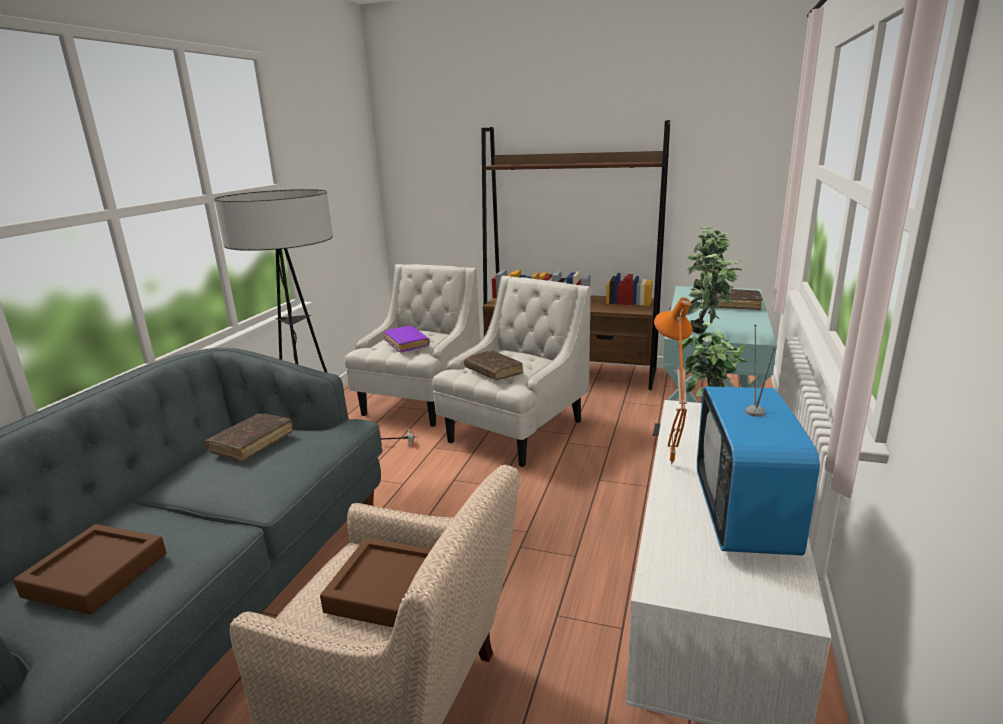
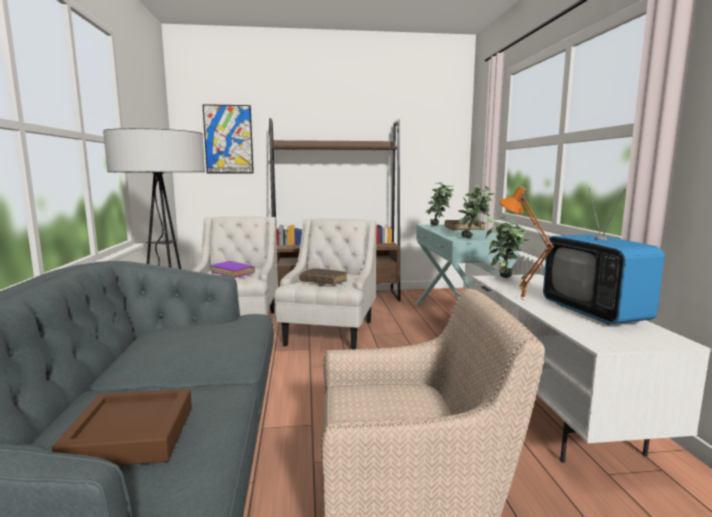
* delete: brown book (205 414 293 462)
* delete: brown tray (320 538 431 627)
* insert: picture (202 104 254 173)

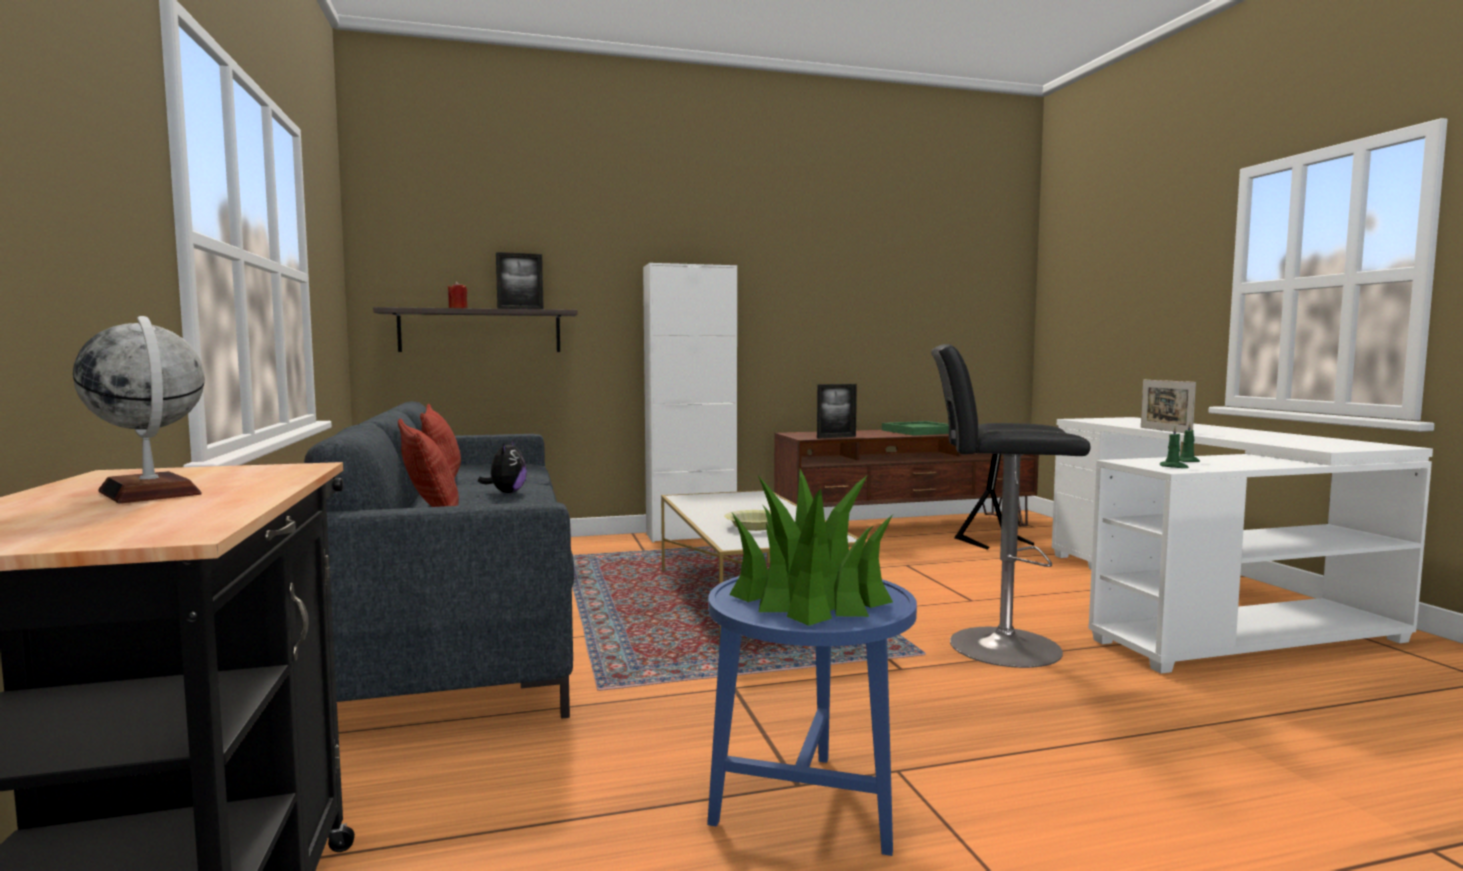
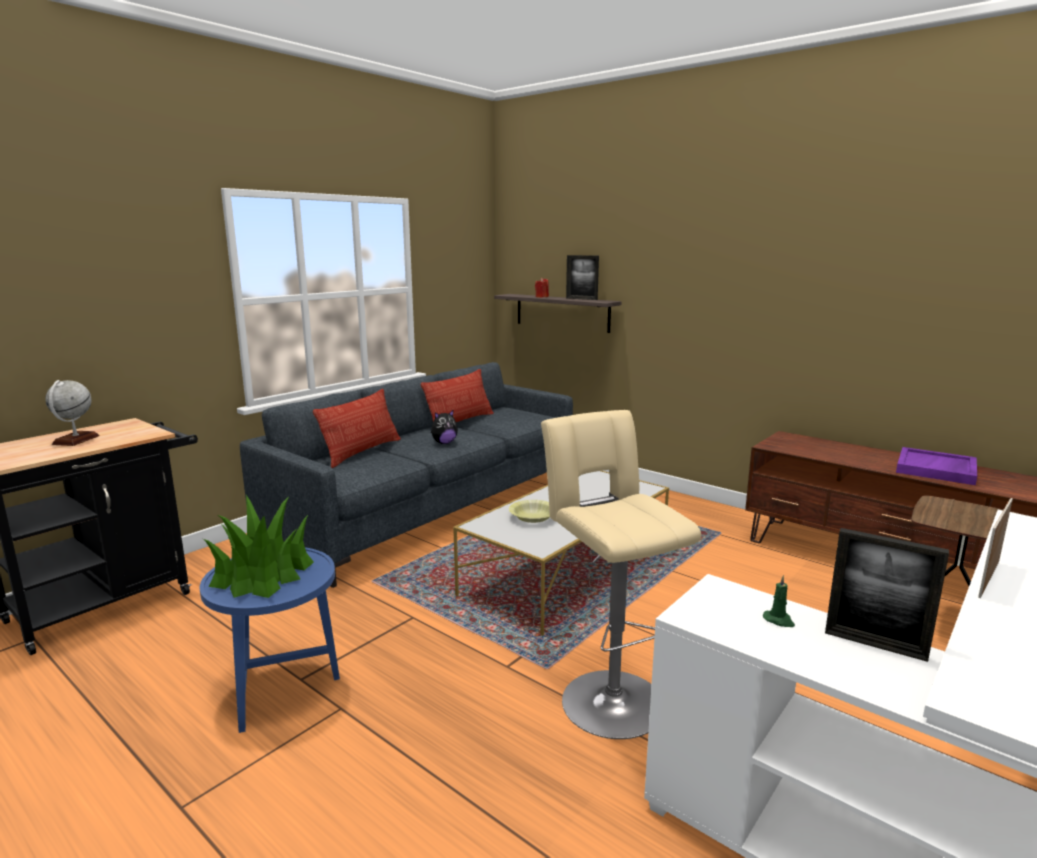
* delete: white cabinet (643 263 737 542)
* move: picture frame (817 384 857 438) to (825 528 949 662)
* recolor: green tray (882 421 949 436) to purple tray (896 447 977 485)
* recolor: black stool (931 344 1091 668) to beige stool (541 410 701 739)
* delete: green candle (1160 425 1189 468)

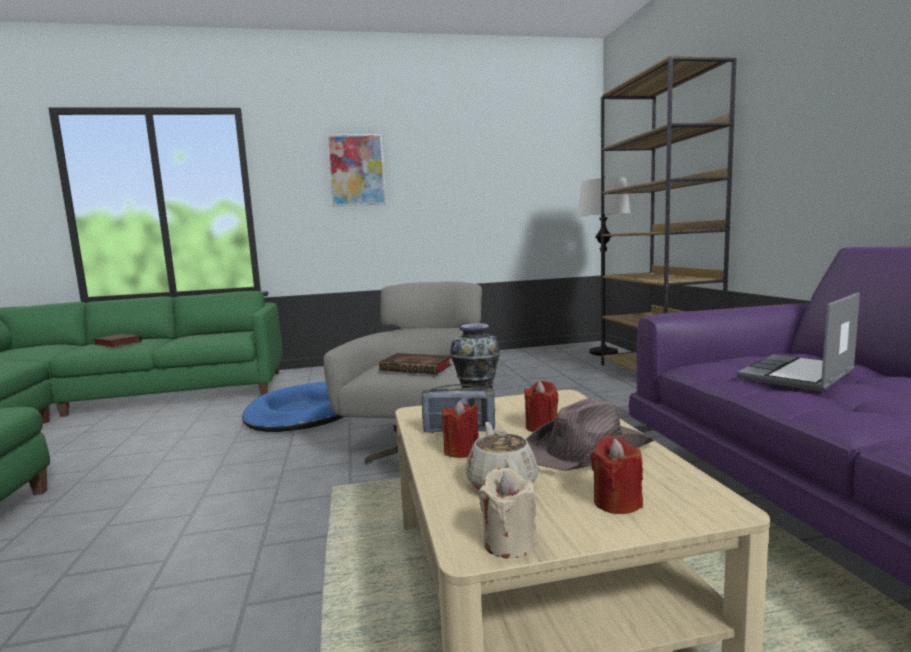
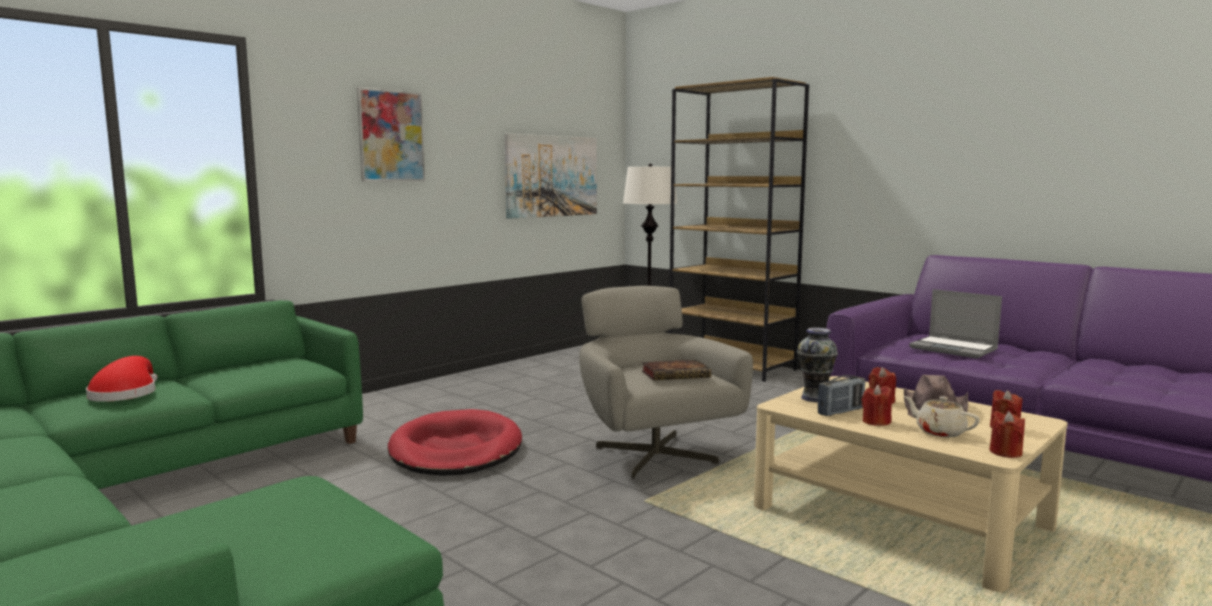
* replace: book (93 334 142 347) to red hat (86 356 158 402)
* recolor: blue dog bed (242 382 343 432) to red dog bed (388 409 522 476)
* recolor: beige candle (479 468 538 559) to red candle (989 411 1025 458)
* rotate: laptop (737 293 860 392) = (909 289 1002 359) 60 degrees counterclockwise
* insert: picture (504 134 597 219)

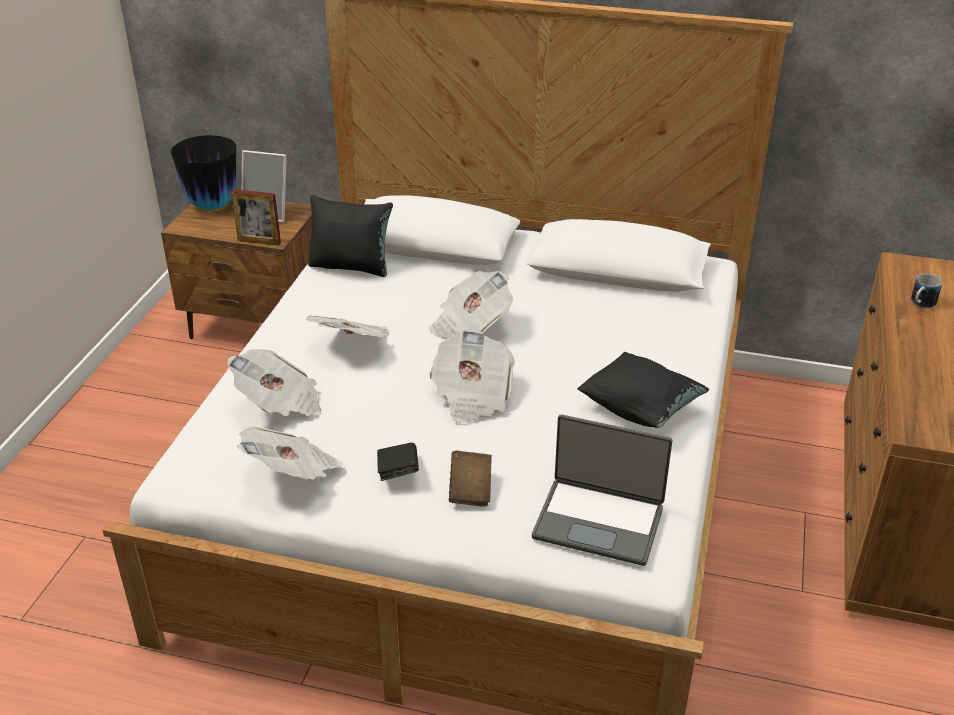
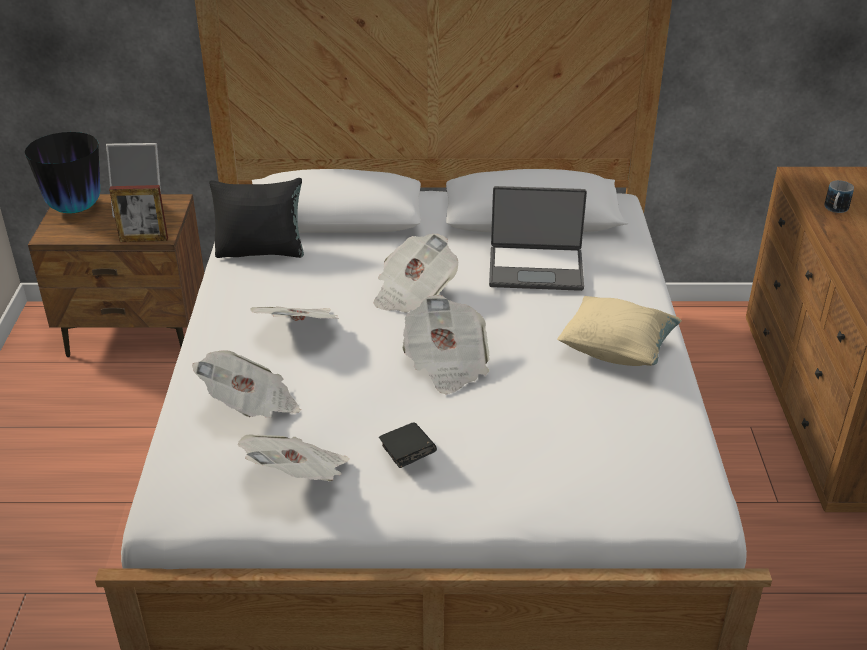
* delete: brown book (449 451 492 506)
* move: laptop (532 415 673 566) to (489 186 587 291)
* recolor: black pillow (577 352 709 428) to beige pillow (557 296 682 366)

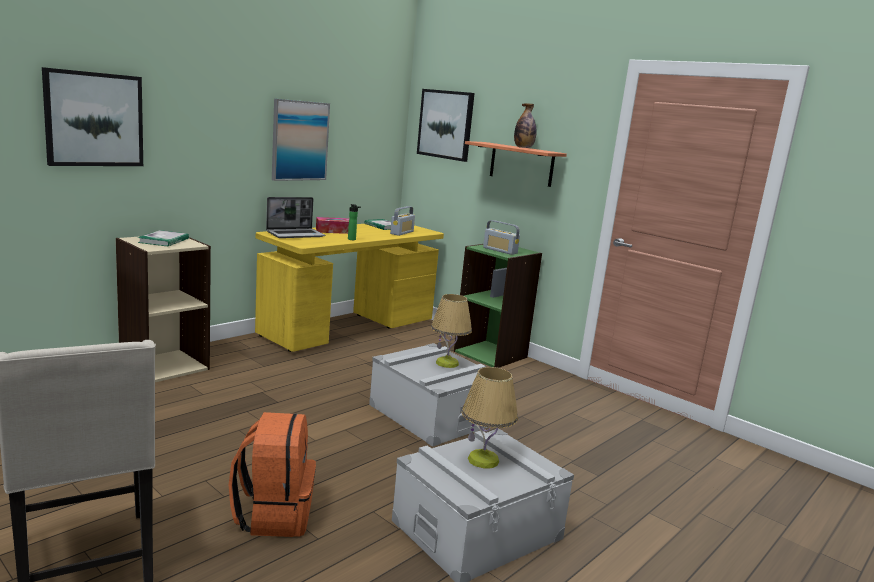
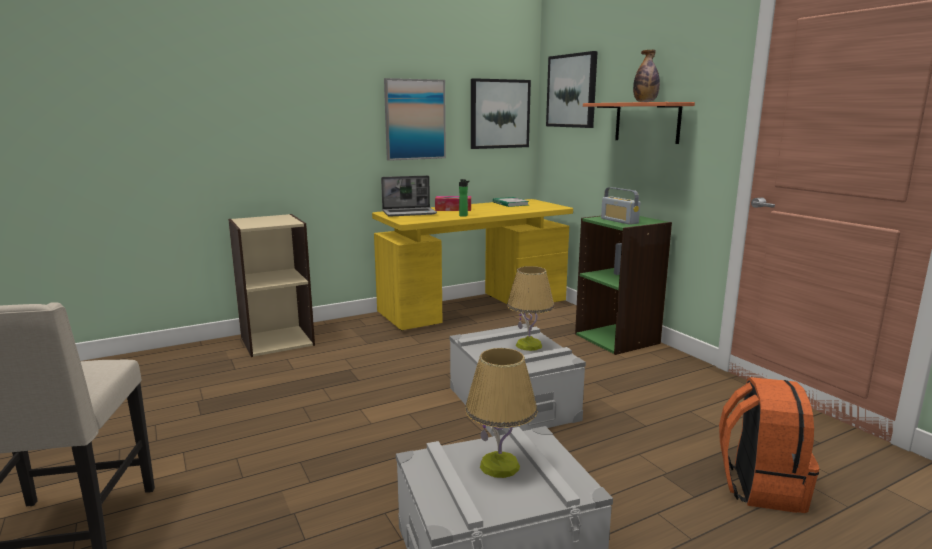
* move: picture (42 67 143 166) to (471 78 531 149)
* delete: book (138 230 189 247)
* move: orange backpack (229 412 316 537) to (719 377 819 513)
* delete: radio (390 206 415 236)

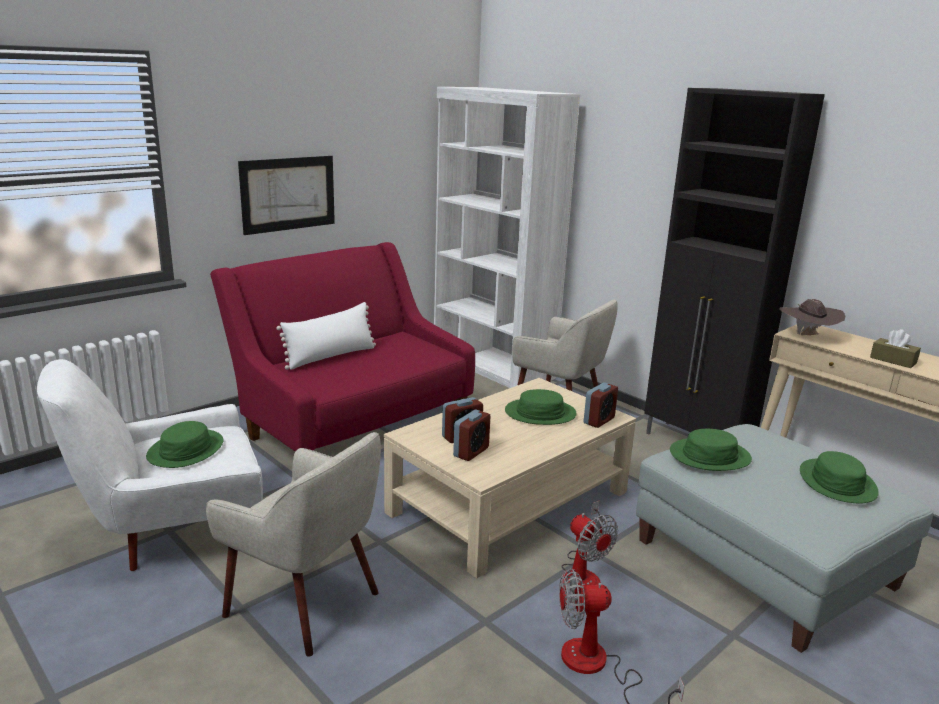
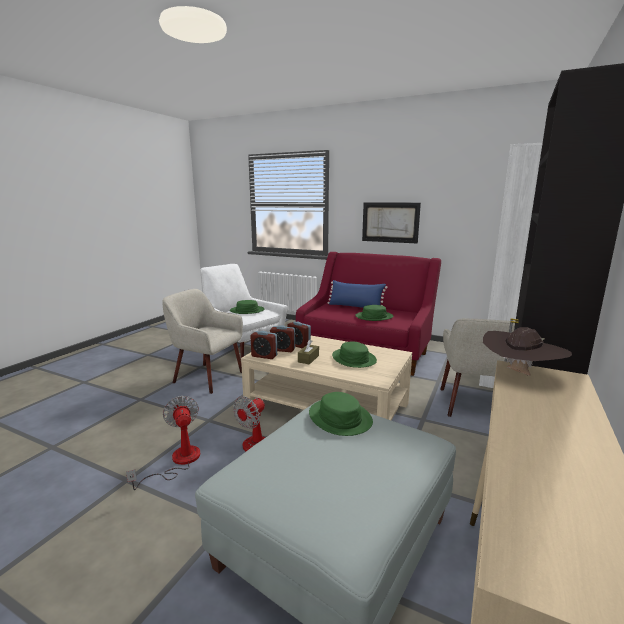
* rotate: beige armchair (206 432 381 657) = (162 289 243 394) 105 degrees clockwise
* recolor: white pillow (276 302 376 370) to blue pillow (327 280 388 308)
* move: alarm clock (583 382 618 428) to (251 331 277 359)
* move: green hat (800 451 879 504) to (355 305 393 321)
* move: brown tissue box (870 329 921 368) to (298 340 319 365)

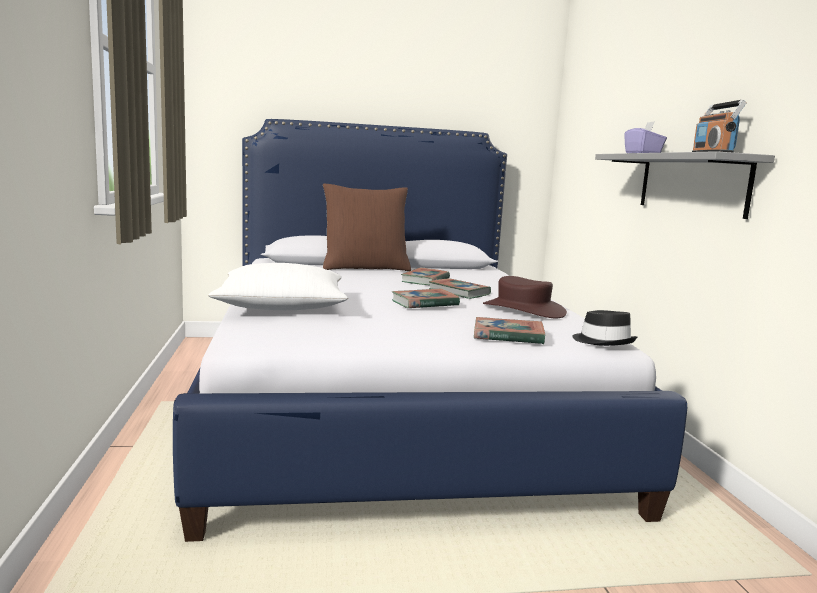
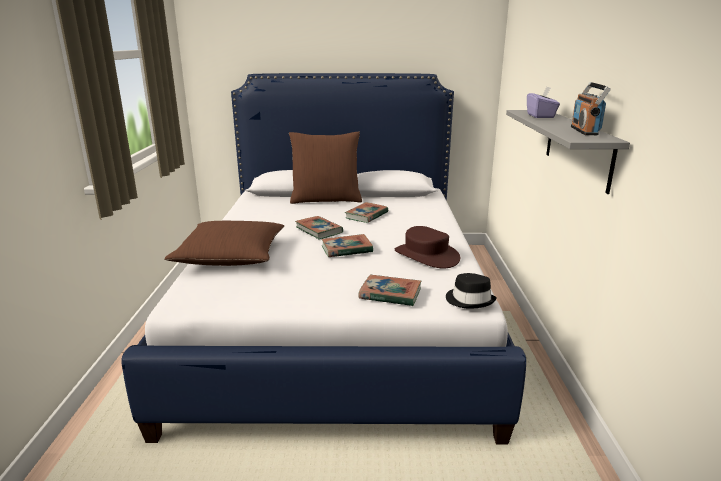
* recolor: white pillow (208 263 348 310) to brown pillow (164 221 284 266)
* move: book (429 278 491 299) to (295 216 343 239)

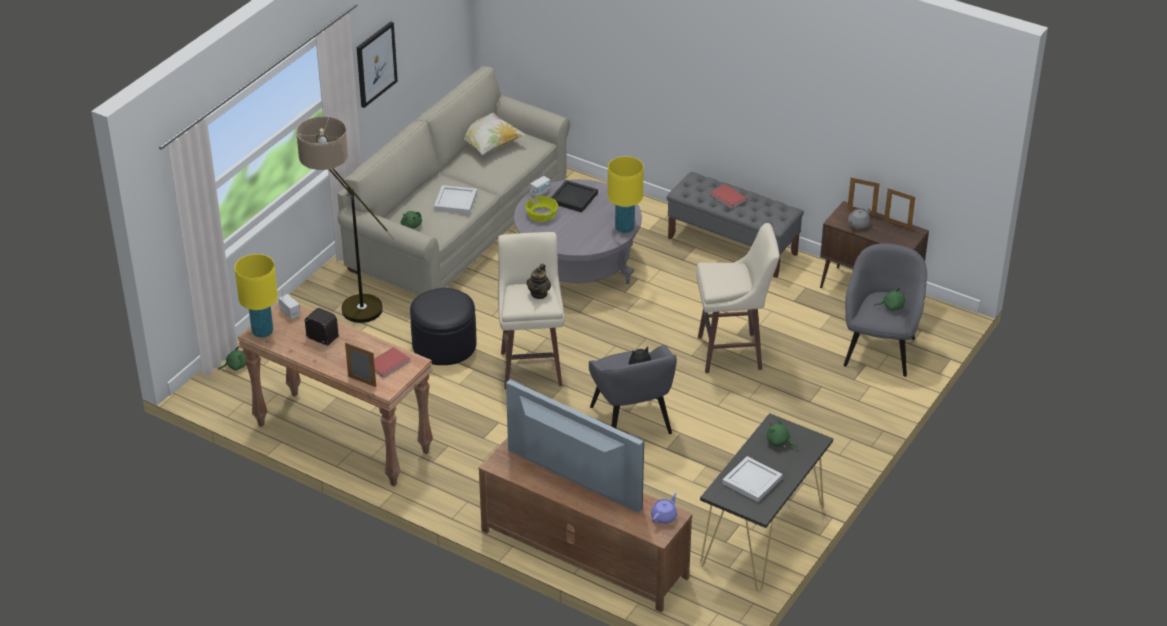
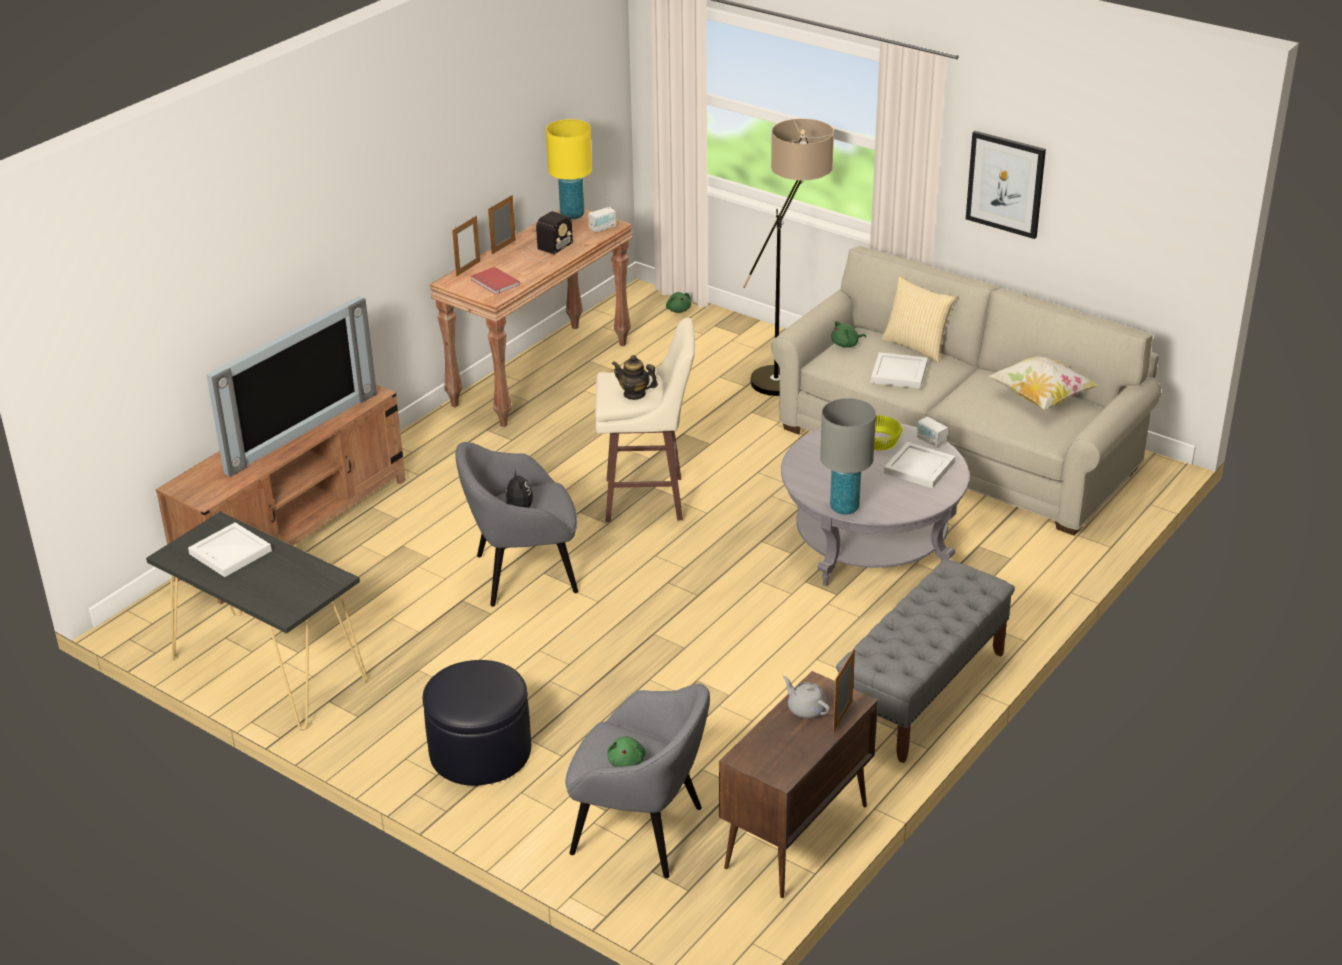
* move: black ottoman (410 288 476 365) to (423 660 531 786)
* recolor: black tray (551 180 598 212) to white tray (884 442 955 488)
* recolor: yellow table lamp (608 156 644 233) to grey table lamp (820 398 876 515)
* delete: purple teapot (651 493 677 524)
* delete: beige stool (696 223 780 373)
* delete: red book (710 184 747 209)
* delete: green plush toy (766 419 797 448)
* move: picture frame (884 188 915 229) to (488 195 516 254)
* insert: pillow (881 277 956 363)

